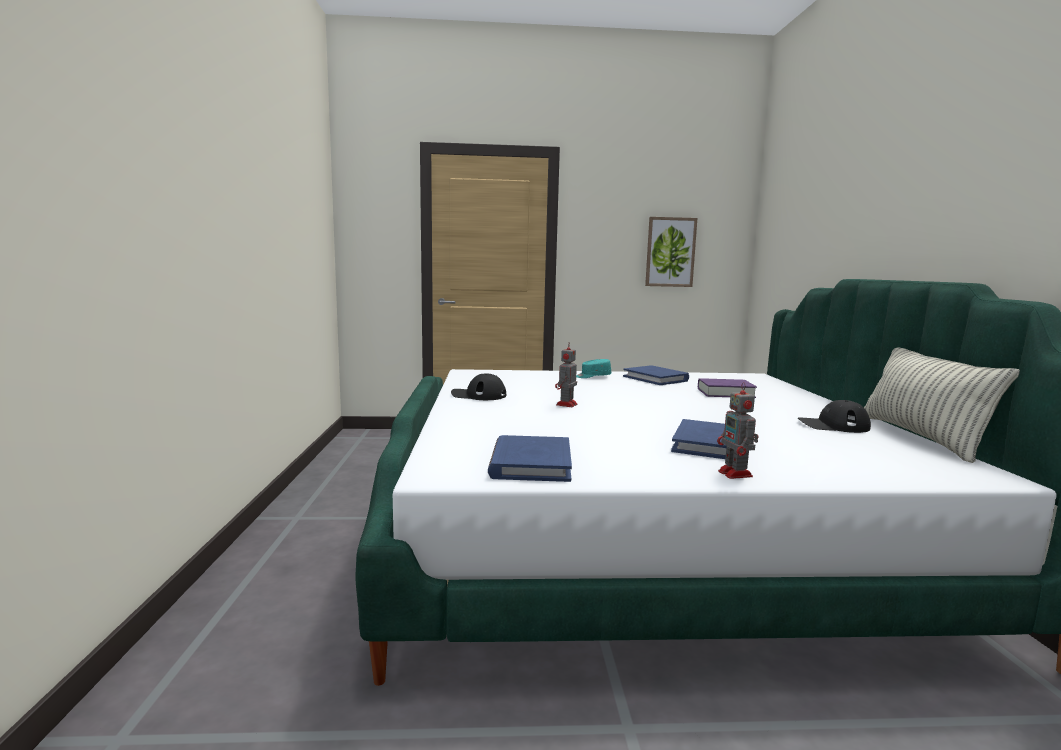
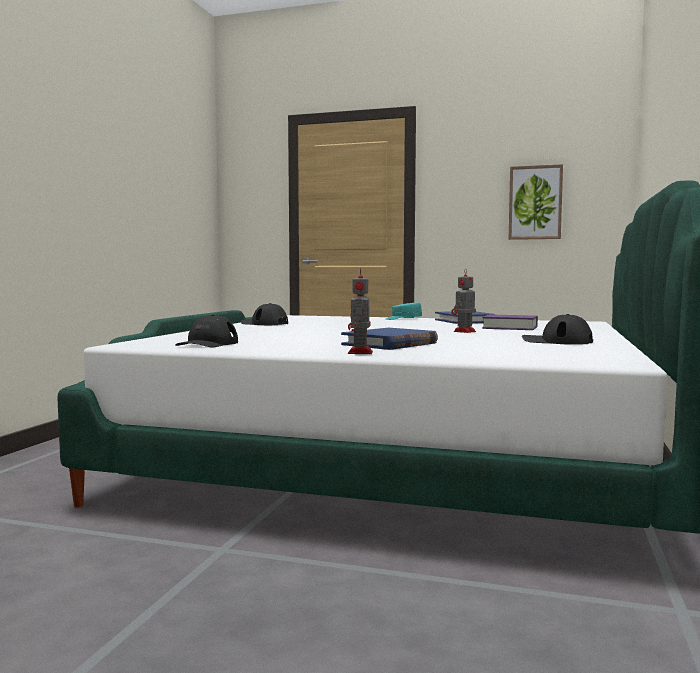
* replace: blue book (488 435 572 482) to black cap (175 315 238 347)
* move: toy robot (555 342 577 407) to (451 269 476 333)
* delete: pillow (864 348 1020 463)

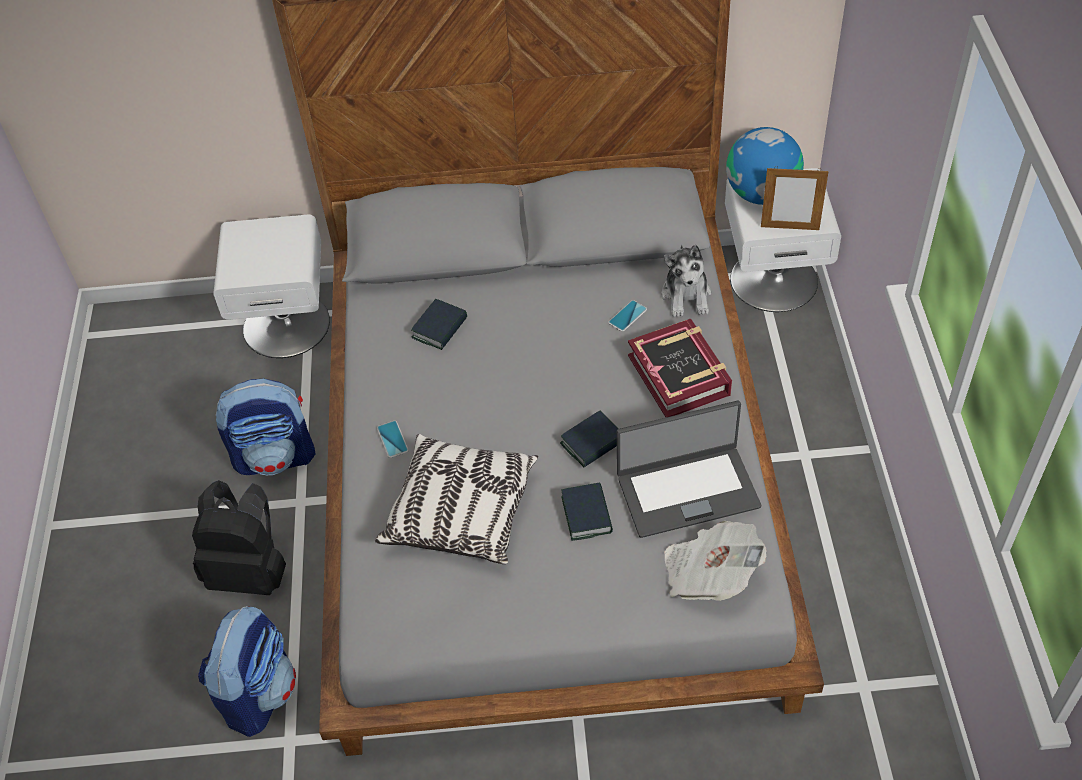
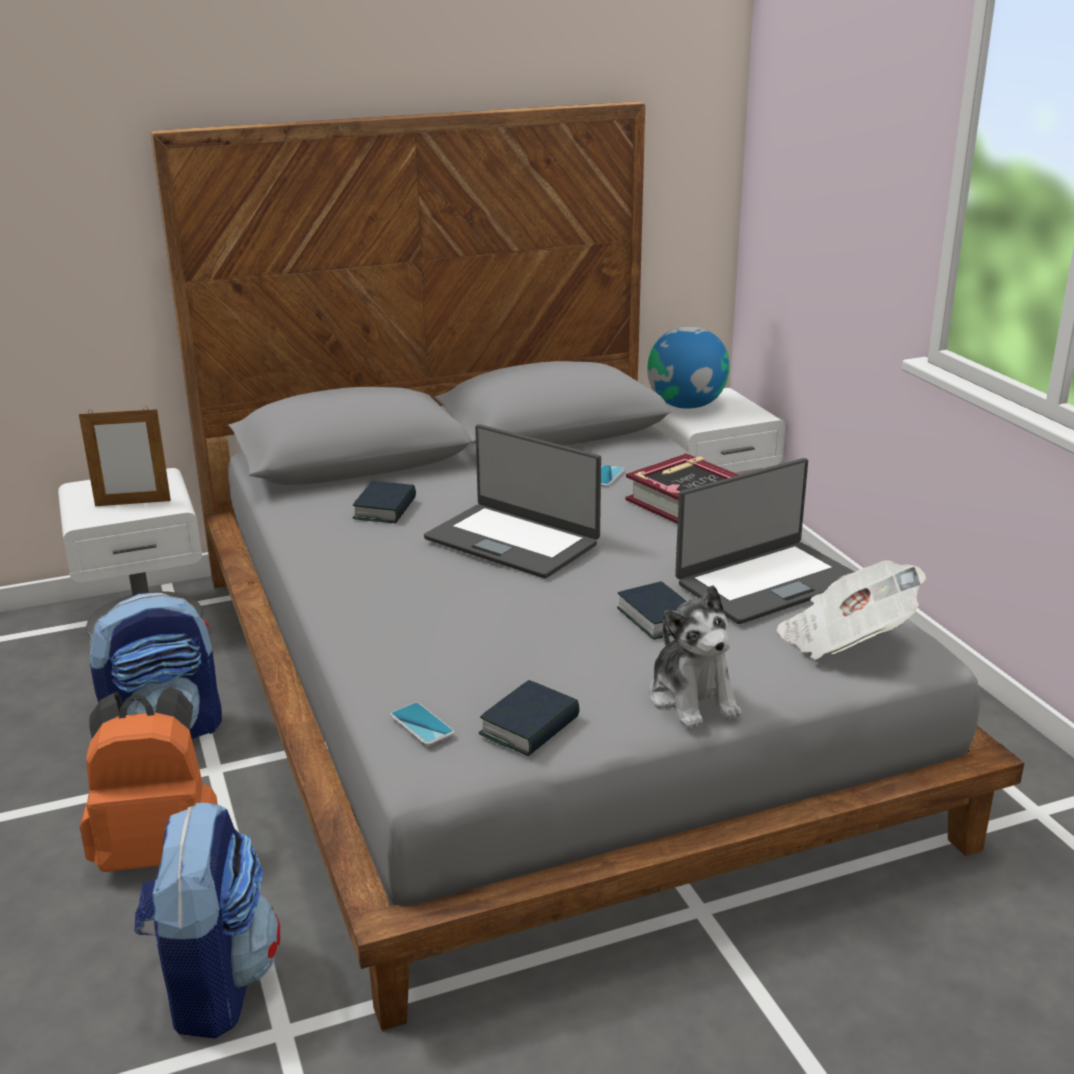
* recolor: black backpack (192 480 286 595) to orange backpack (80 686 218 872)
* delete: pillow (375 434 538 564)
* move: phone (377 421 409 458) to (390 702 454 745)
* move: book (560 411 619 467) to (479 680 579 756)
* move: plush toy (662 245 711 317) to (649 585 741 728)
* move: picture frame (761 166 829 230) to (79 406 171 506)
* insert: laptop (424 424 601 578)

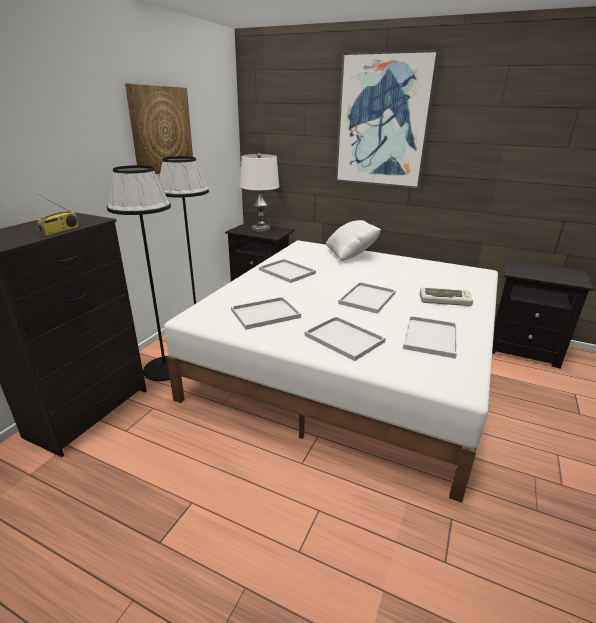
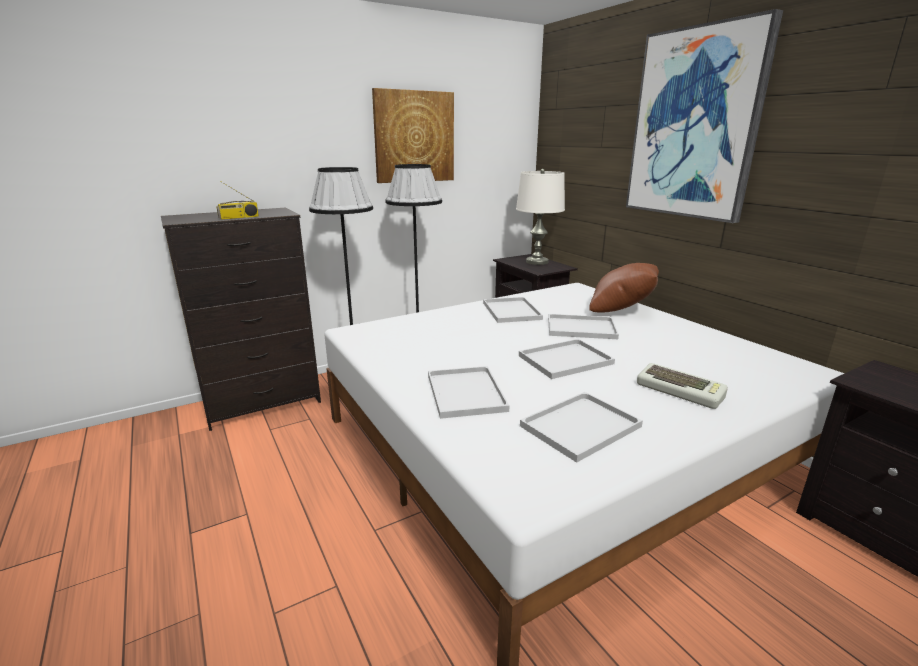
* move: white tray (231 297 301 330) to (548 314 619 339)
* recolor: white pillow (326 220 381 261) to brown pillow (589 263 659 312)

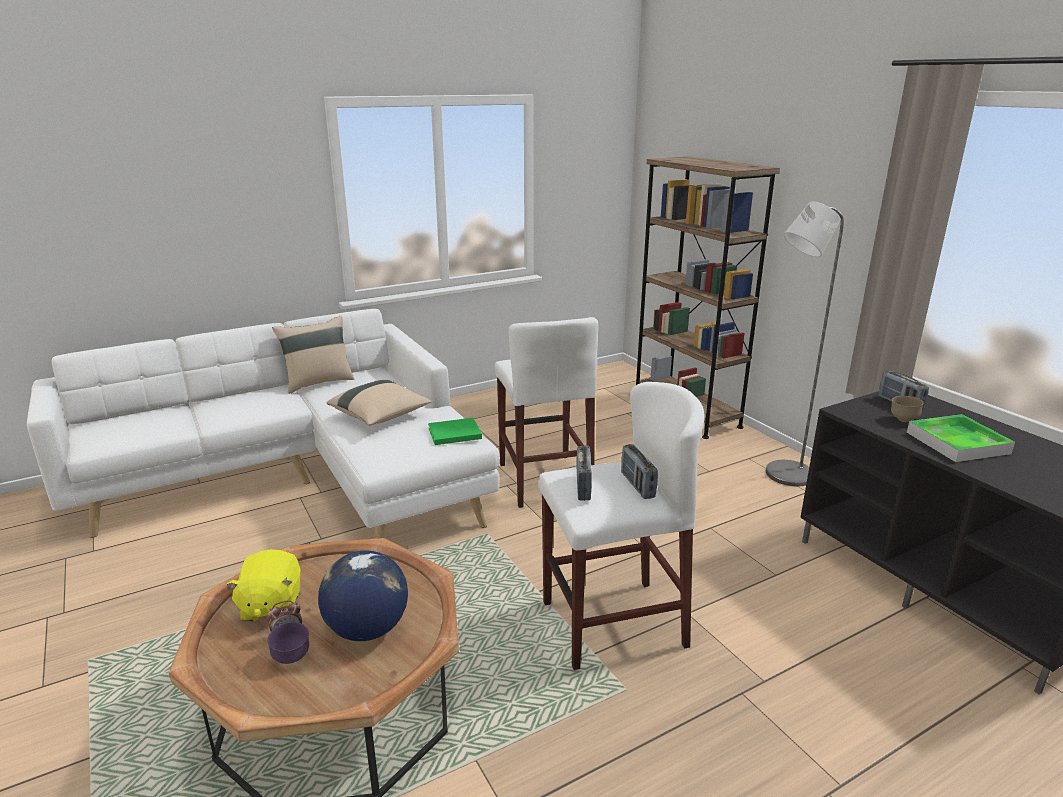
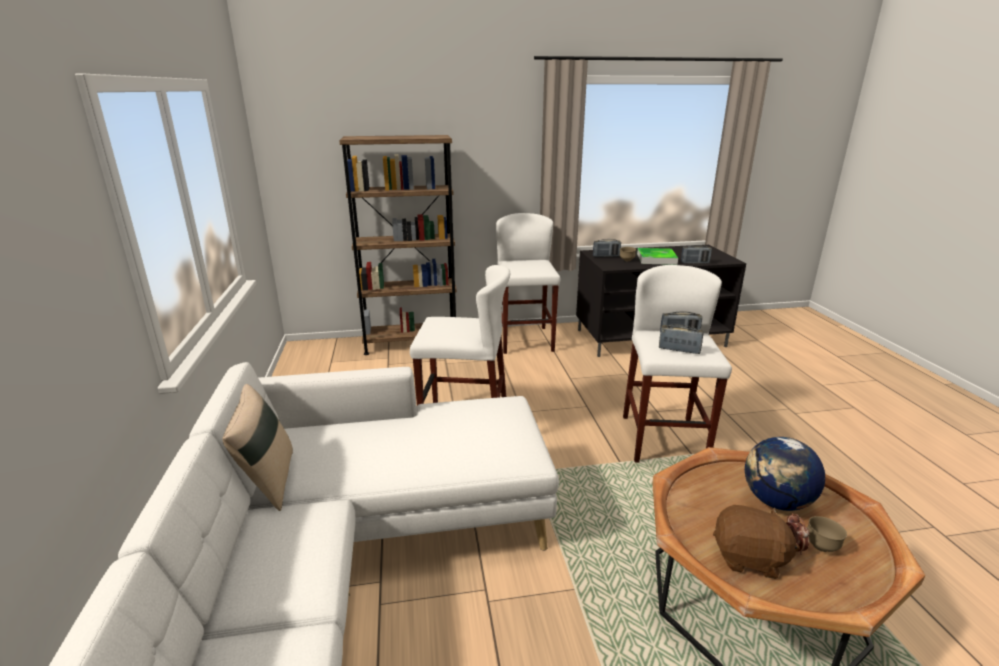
* recolor: yellow plush toy (226 549 300 622) to brown plush toy (713 505 800 579)
* recolor: purple bowl (267 622 309 664) to brown bowl (807 516 847 552)
* delete: beige pillow (326 380 431 426)
* delete: green book (428 418 482 445)
* replace: grey floor lamp (766 201 844 486) to white stool (496 213 560 354)
* insert: radio (681 245 712 264)

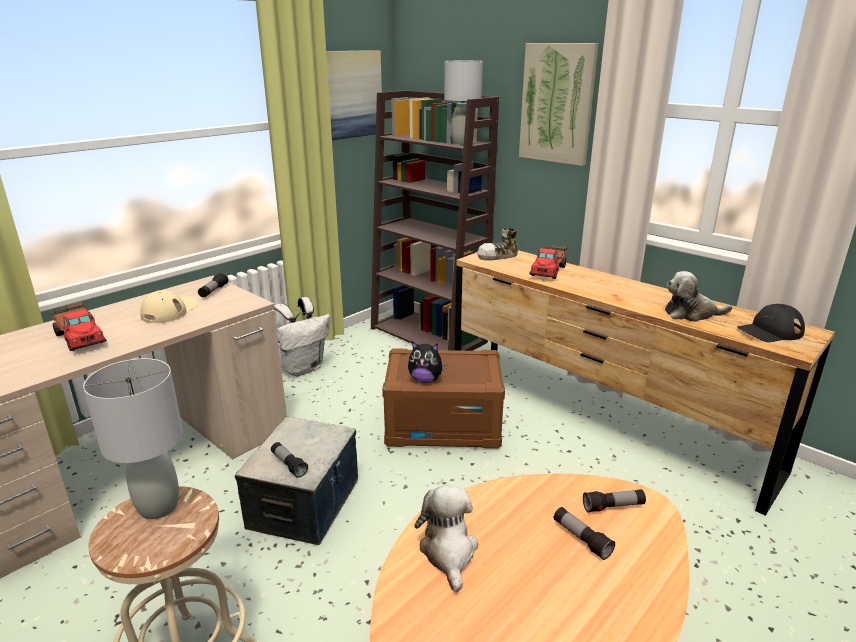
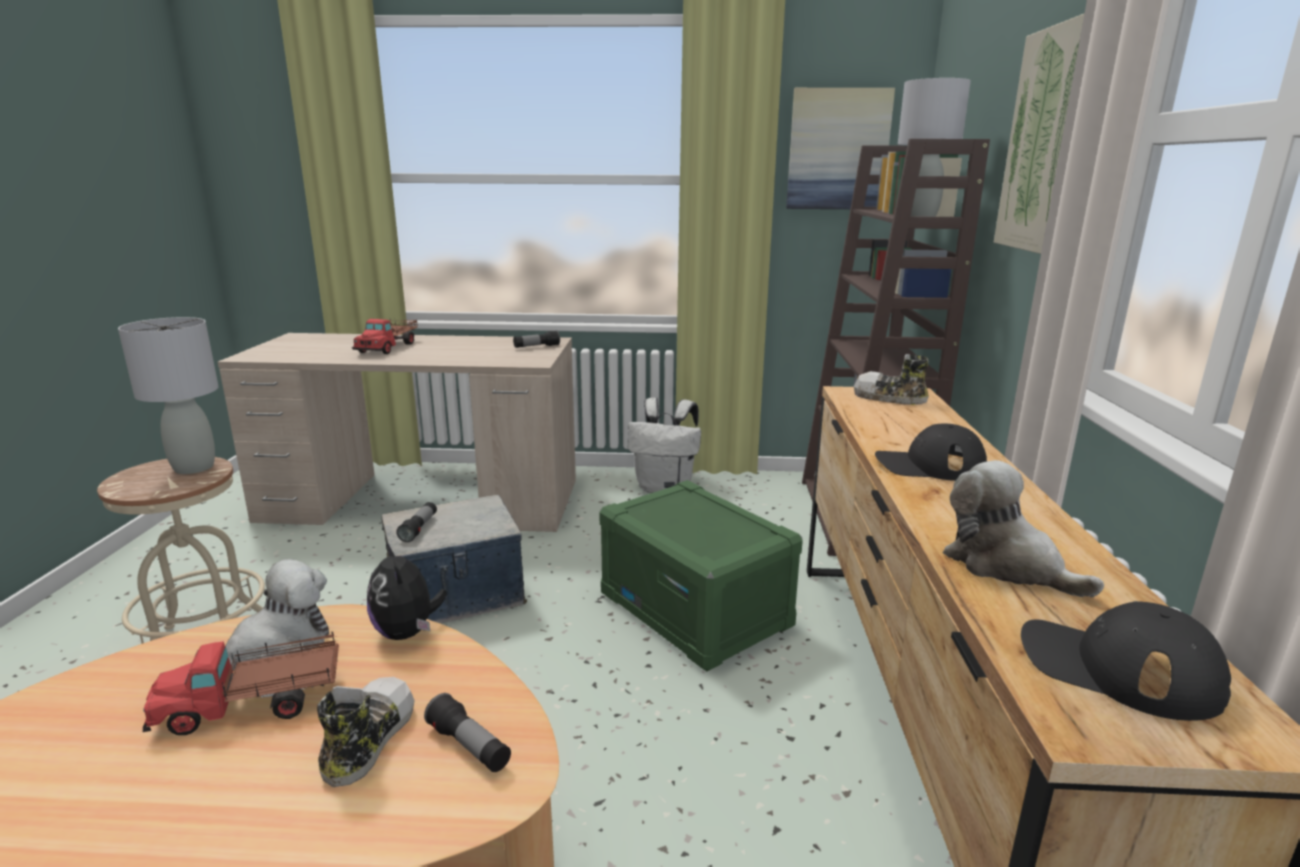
* delete: beige cap (140 290 198 323)
* recolor: brown storage box (382 348 505 449) to green storage box (599 480 803 671)
* move: plush toy (408 341 447 383) to (367 542 447 640)
* move: toy truck (529 243 567 279) to (143 632 339 735)
* replace: flashlight (554 507 615 560) to shoe (317 677 415 787)
* insert: black cap (875 424 987 481)

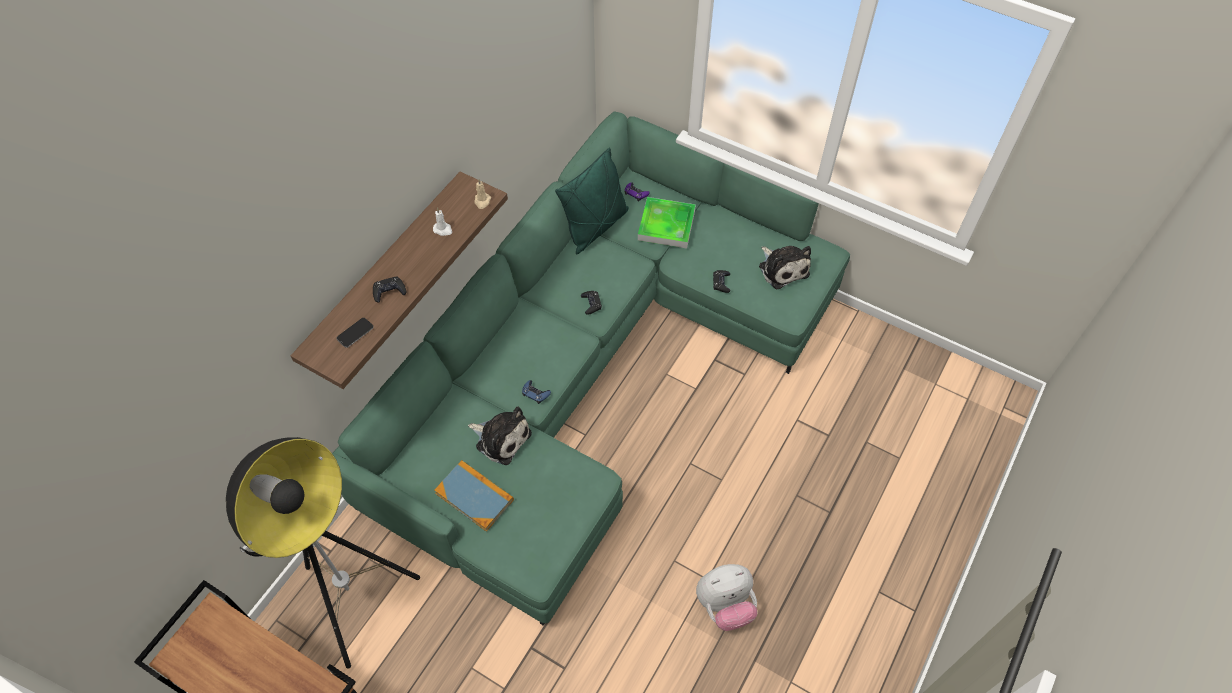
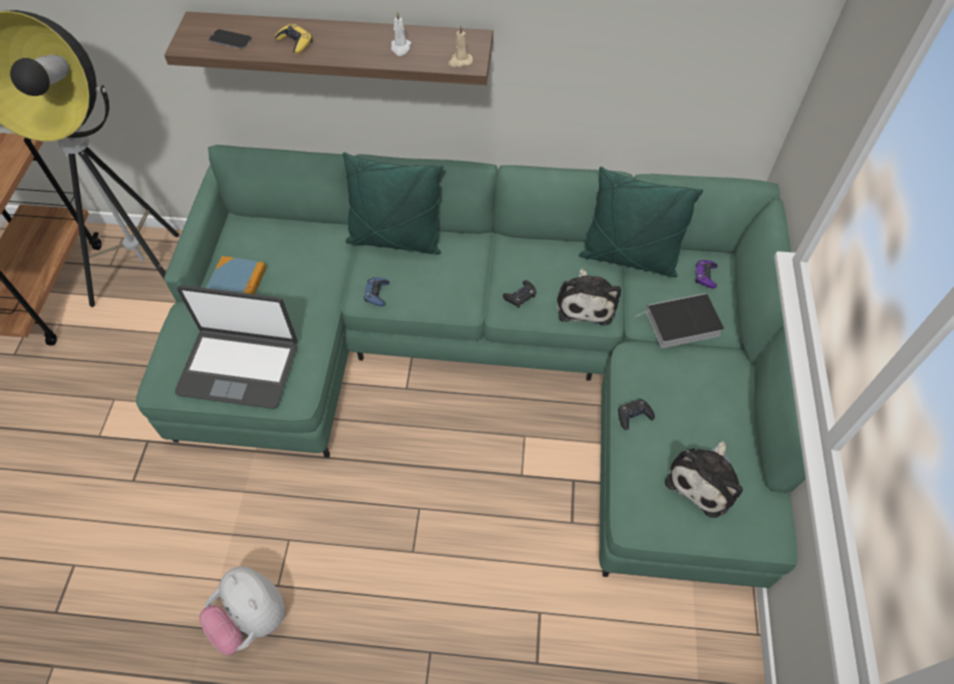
* recolor: black game controller (373 276 406 303) to yellow game controller (275 24 312 54)
* move: plush toy (468 406 532 465) to (557 268 621 326)
* replace: tray (638 197 696 248) to book (635 293 724 348)
* insert: laptop (175 285 297 409)
* insert: green pillow (343 152 443 255)

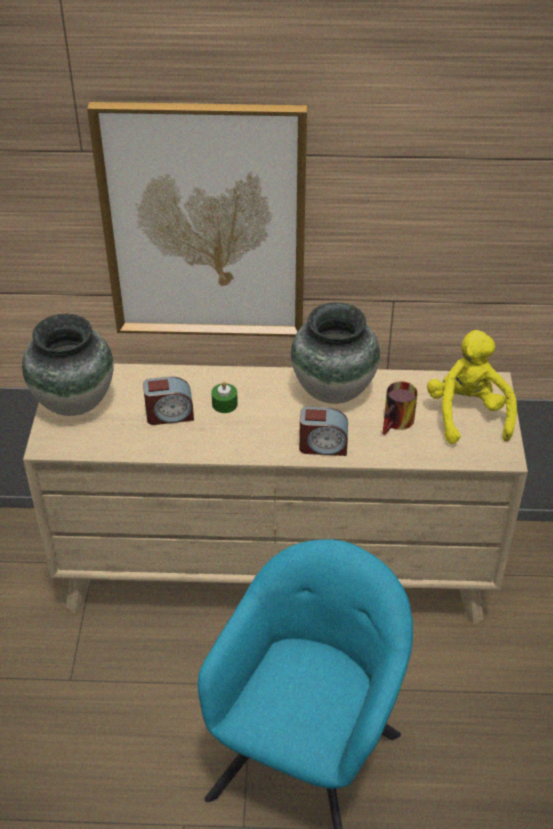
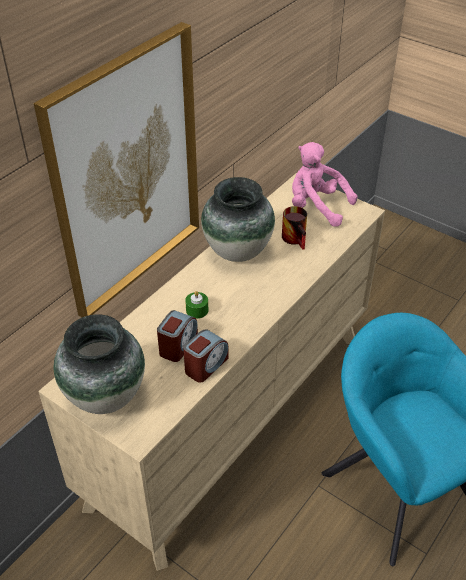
* move: alarm clock (299 406 348 456) to (183 329 229 382)
* recolor: yellow plush toy (427 330 517 444) to pink plush toy (292 142 357 227)

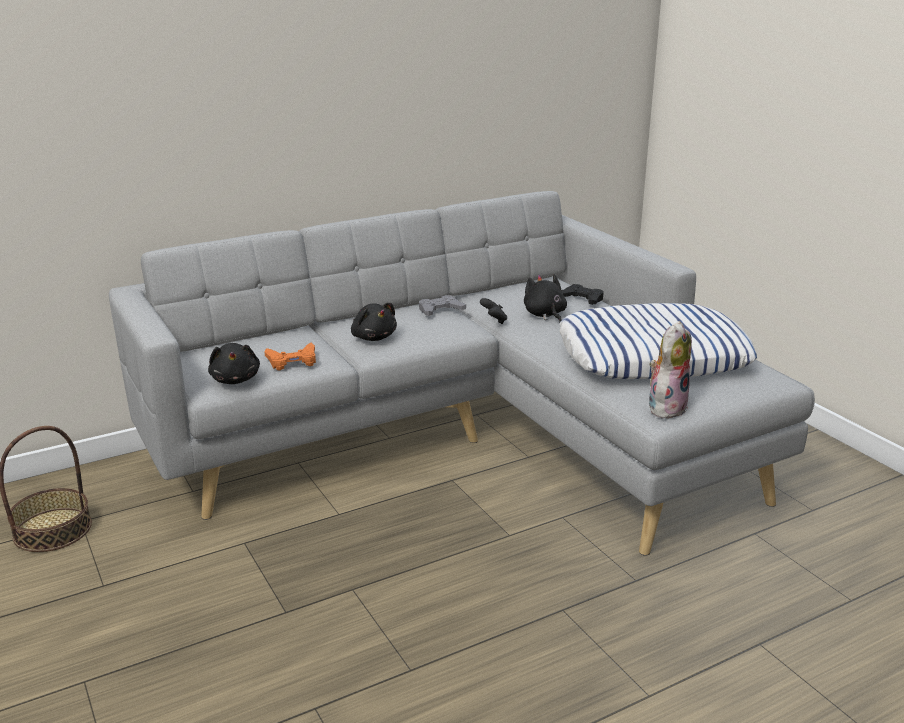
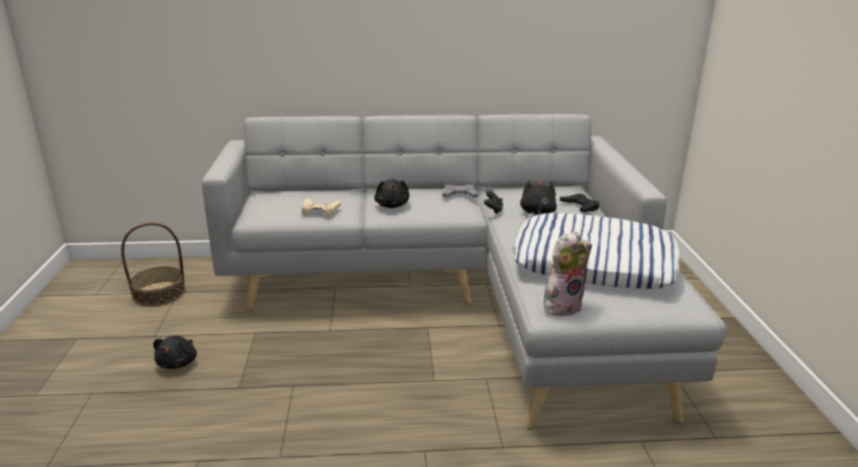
* move: black plush toy (208 343 260 384) to (153 335 197 369)
* recolor: orange game controller (265 343 316 370) to beige game controller (302 198 341 217)

